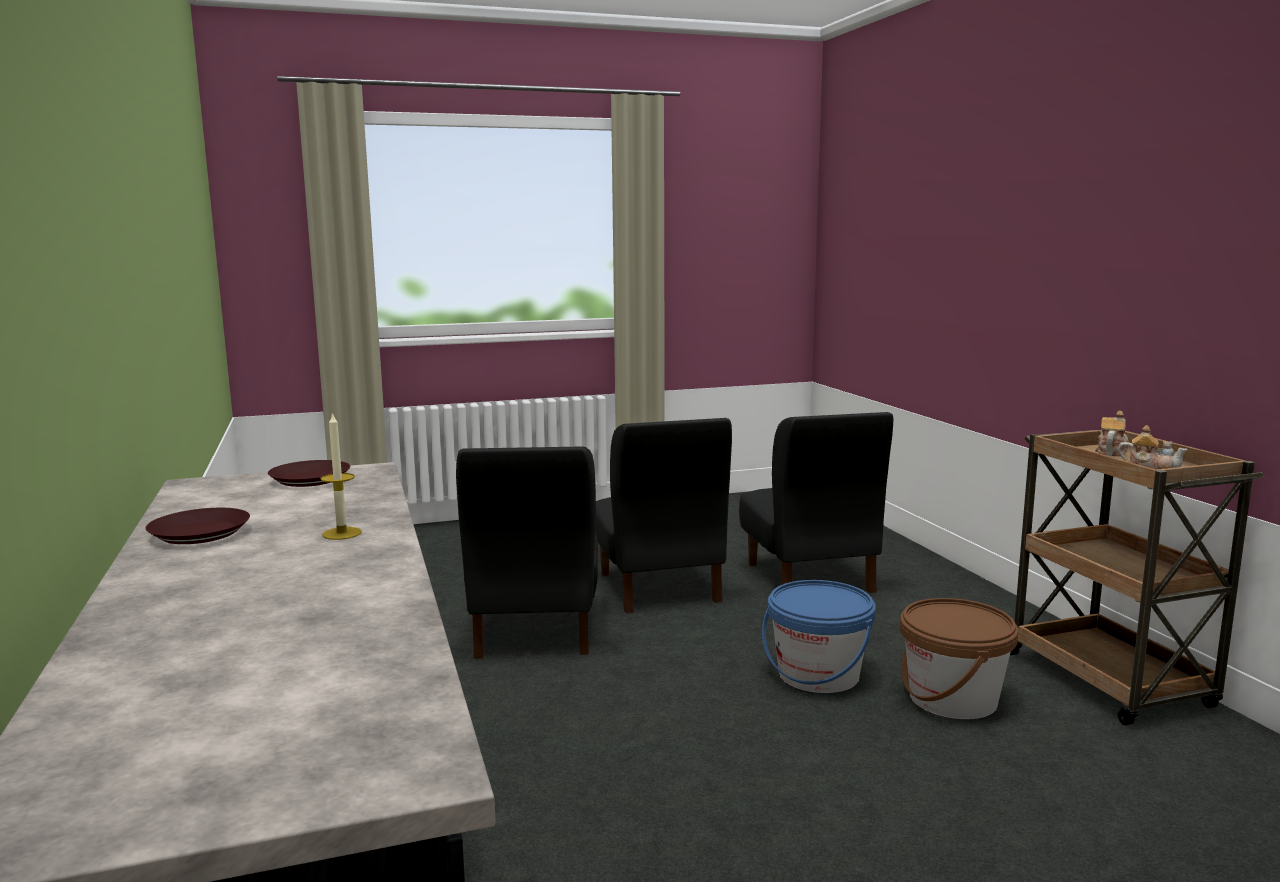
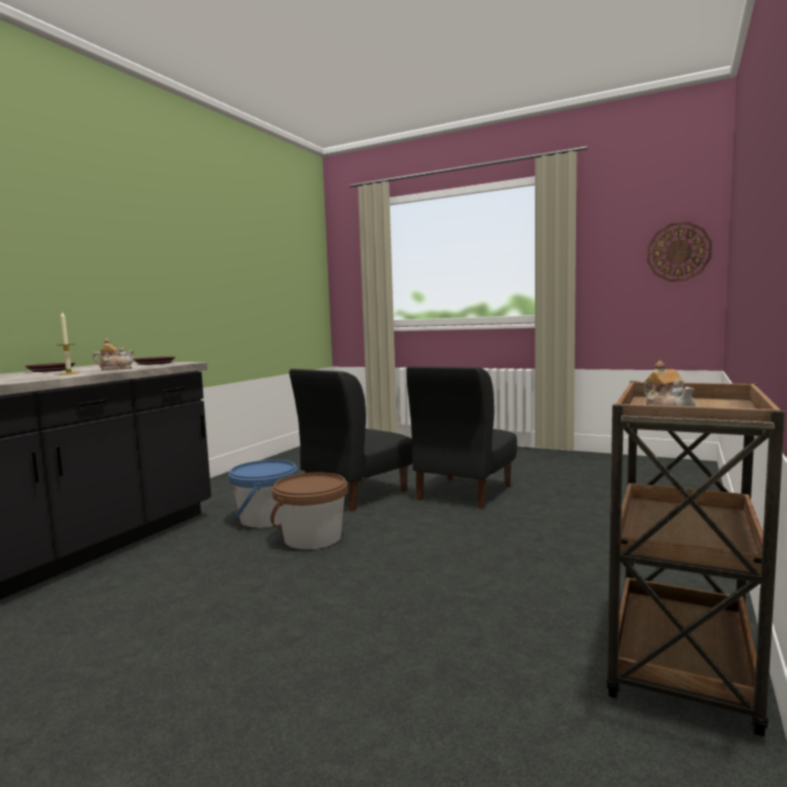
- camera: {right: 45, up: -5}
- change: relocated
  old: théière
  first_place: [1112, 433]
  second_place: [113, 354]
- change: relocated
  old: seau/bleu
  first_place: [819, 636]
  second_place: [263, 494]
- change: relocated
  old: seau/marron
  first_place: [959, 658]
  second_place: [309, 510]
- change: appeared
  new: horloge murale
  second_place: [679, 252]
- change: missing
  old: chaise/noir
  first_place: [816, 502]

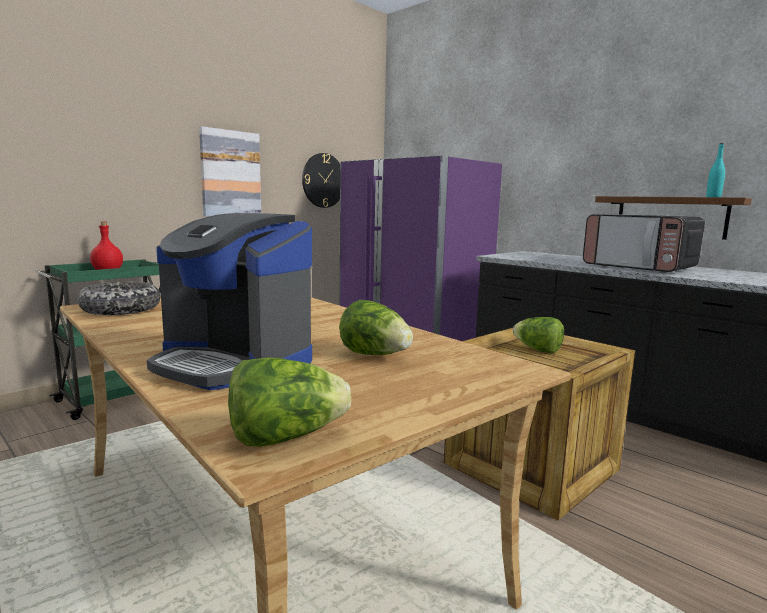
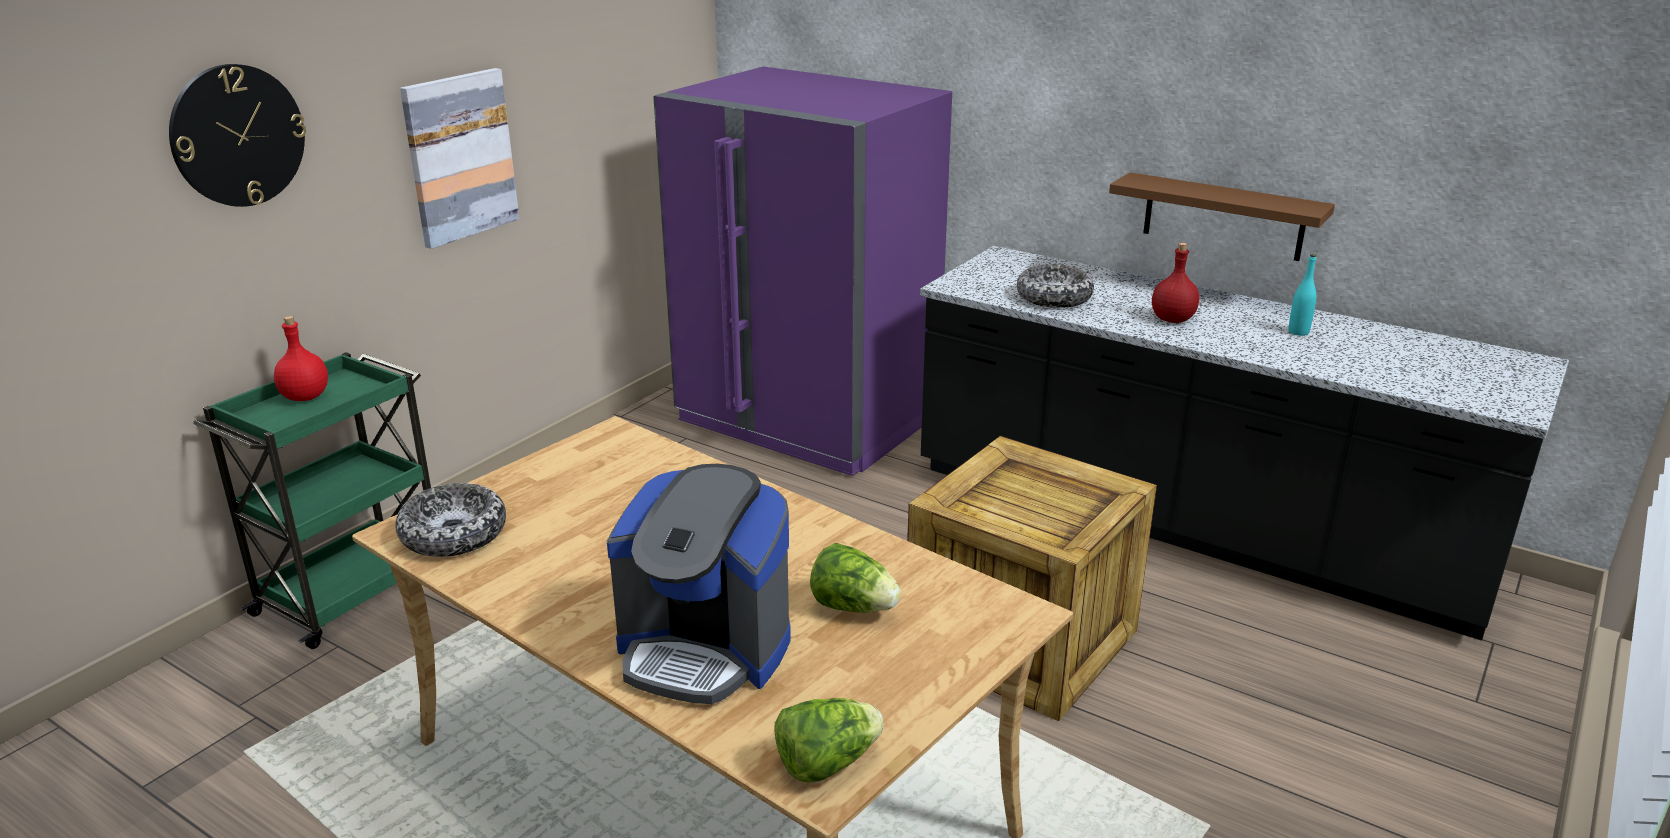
- camera: {right: -10, up: 15}
- change: relocated
  old: horloge murale
  first_place: [321, 180]
  second_place: [237, 135]
- change: appeared
  new: bol
  second_place: [1055, 286]
- change: exchanged
  old: micro-ondes
  new: bouteille/rouge
  first_place: [644, 243]
  second_place: [1175, 283]
- change: relocated
  old: bouteille/turquoise
  first_place: [715, 170]
  second_place: [1302, 295]
- change: missing
  old: laitue
  first_place: [538, 335]

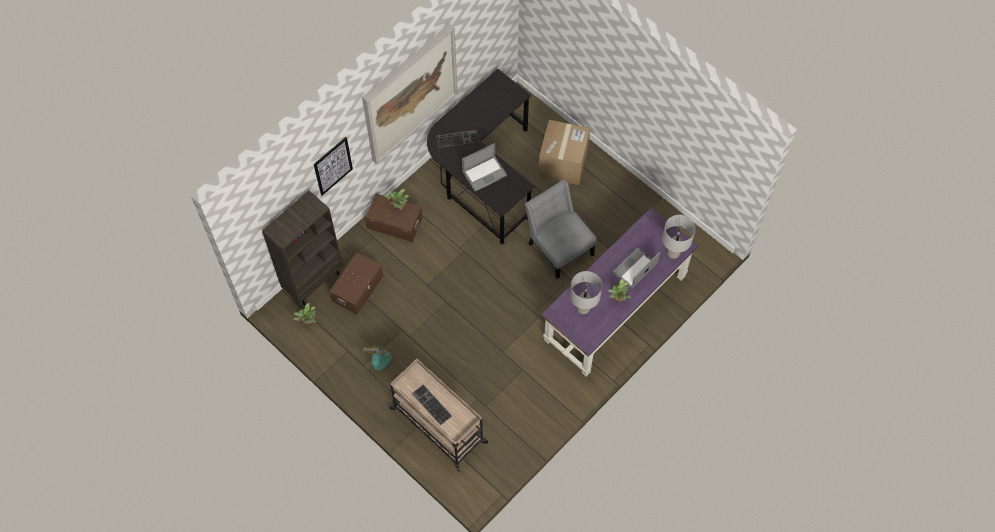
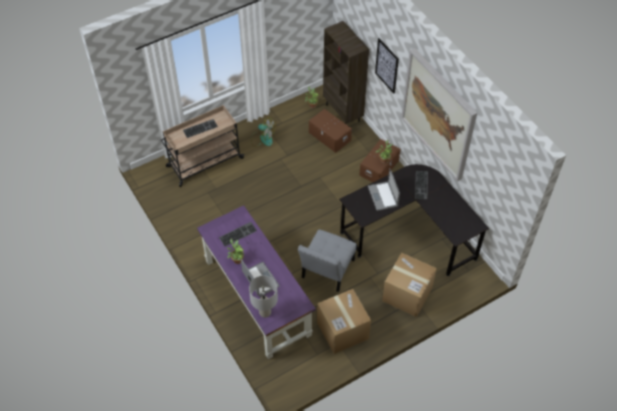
- camera: {right: 105, up: -10}
- change: exchanged
  old: lampe de table/gris
  new: clavier
  first_place: [586, 292]
  second_place: [238, 234]
- change: spun
  old: chaise/gris
  first_place: [561, 229]
  second_place: [327, 260]
  degrees: 135
- change: appeared
  new: carton
  second_place: [344, 321]

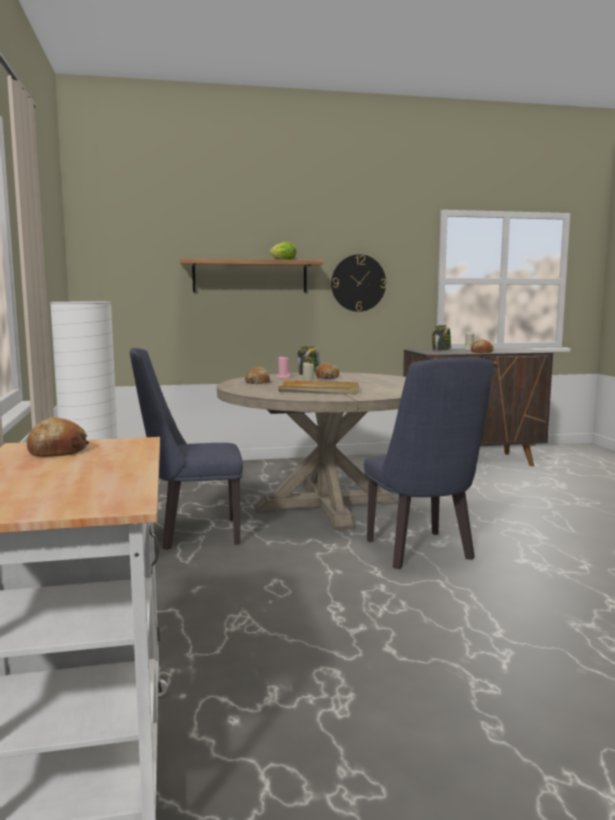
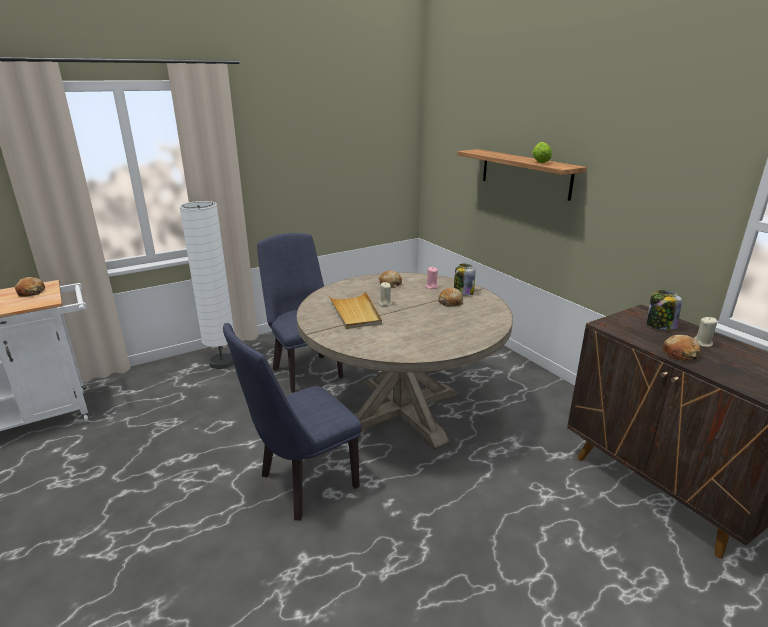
- camera: {right: 70, up: 15}
- change: missing
  old: horloge murale
  first_place: [358, 283]

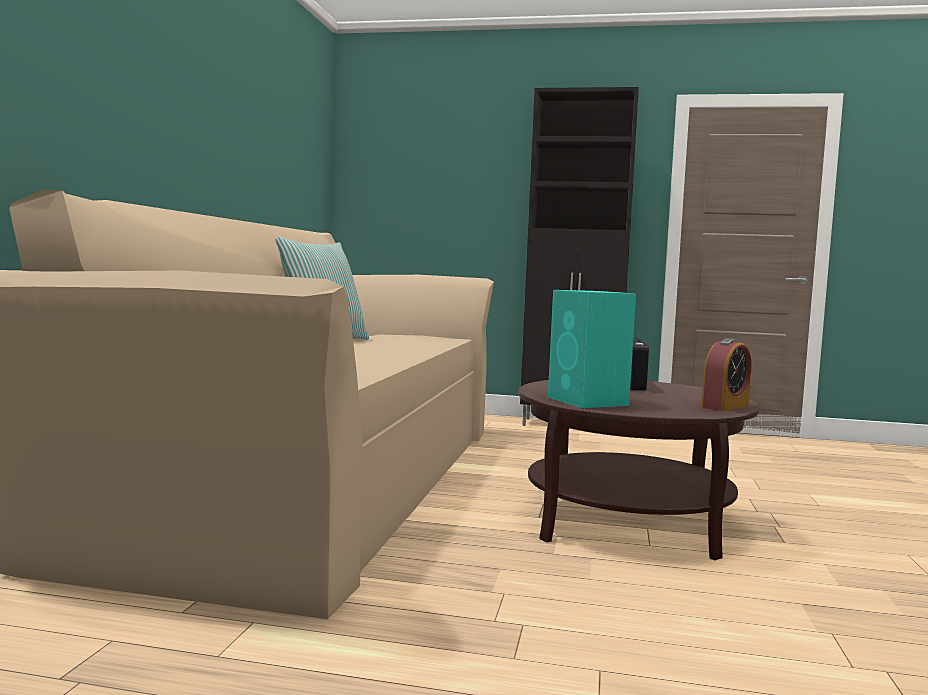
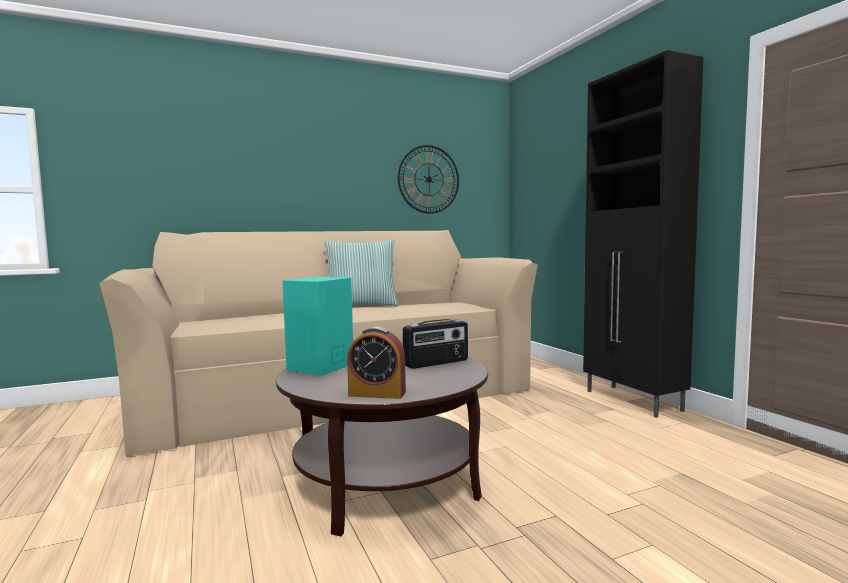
- camera: {right: 55, up: 0}
- change: appeared
  new: horloge murale
  second_place: [428, 179]

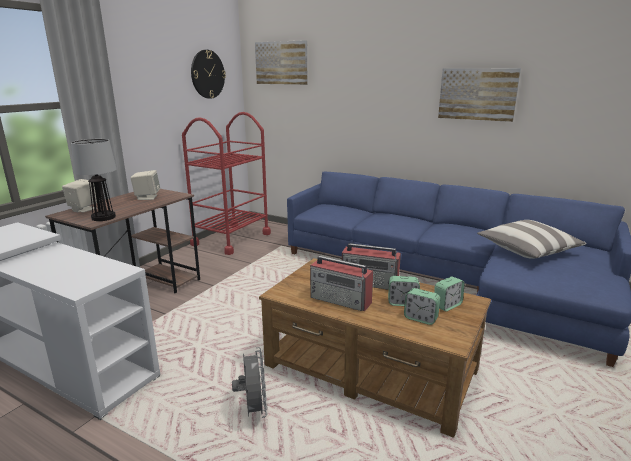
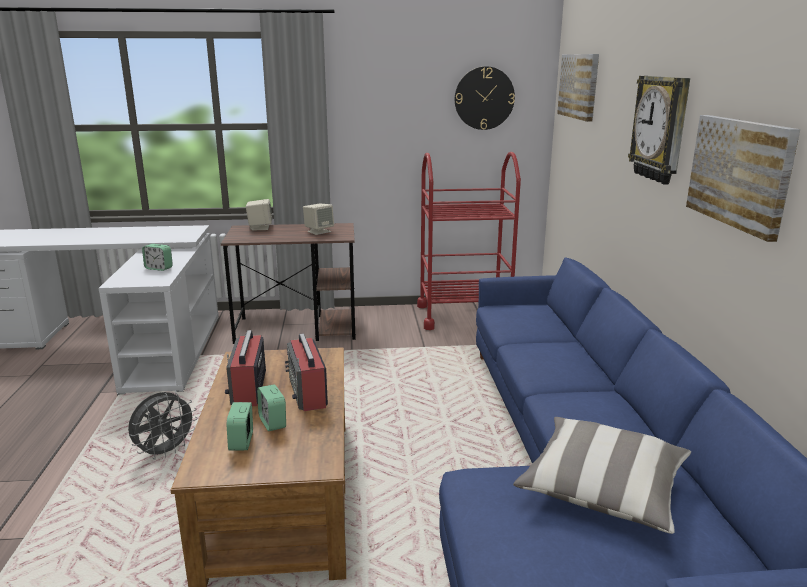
- camera: {right: 55, up: 0}
- change: relocated
  old: réveil
  first_place: [449, 293]
  second_place: [157, 257]
- change: appeared
  new: horloge murale
  second_place: [659, 130]
- change: missing
  old: lampe de table
  first_place: [94, 180]

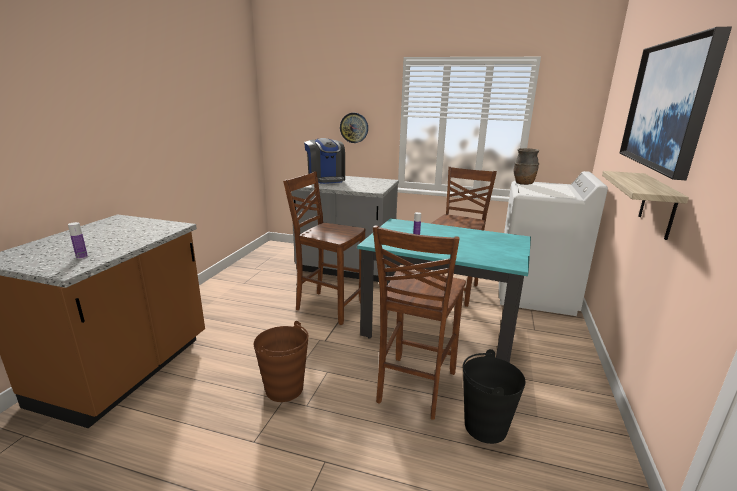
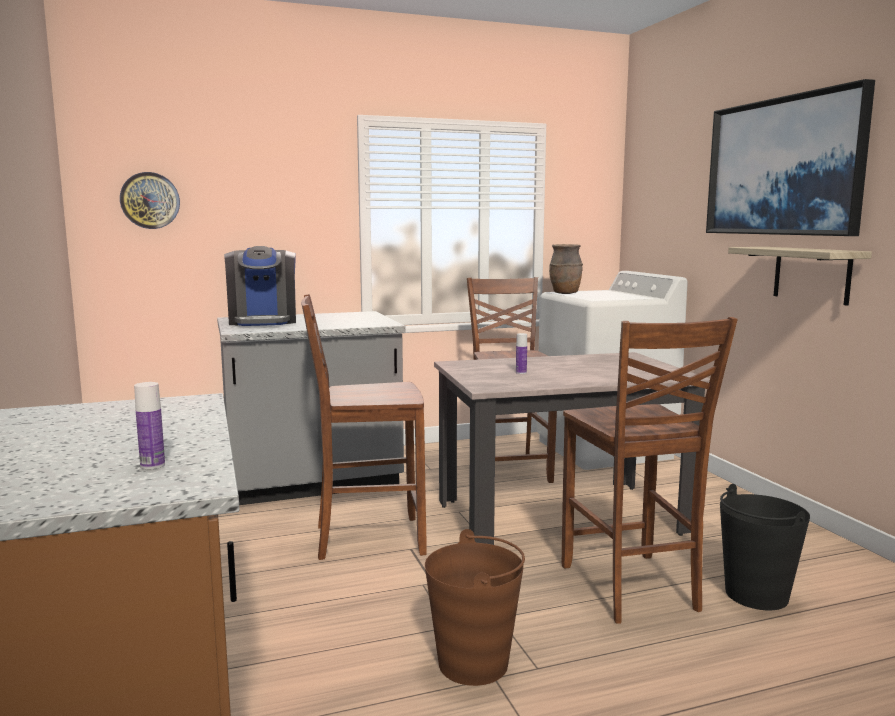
- camera: {right: -35, up: -10}
- change: relocated
  old: horloge murale
  first_place: [354, 128]
  second_place: [150, 200]
- change: spun
  old: machine à café
  first_place: [324, 161]
  second_place: [260, 286]
  degrees: 45
- change: colour
  old: table à manger/turquoise
  new: table à manger/beige
  first_place: [444, 290]
  second_place: [572, 448]

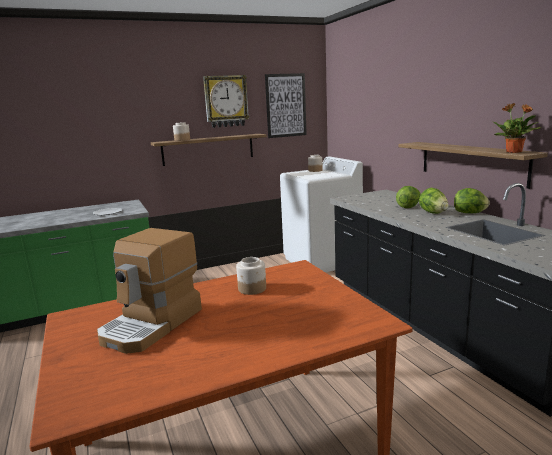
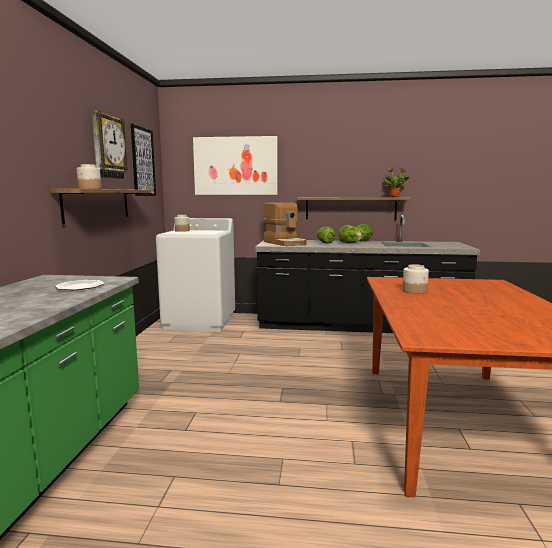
- camera: {right: -60, up: -5}
- change: appeared
  new: tableau
  second_place: [235, 165]
- change: relocated
  old: machine à café
  first_place: [149, 291]
  second_place: [285, 224]

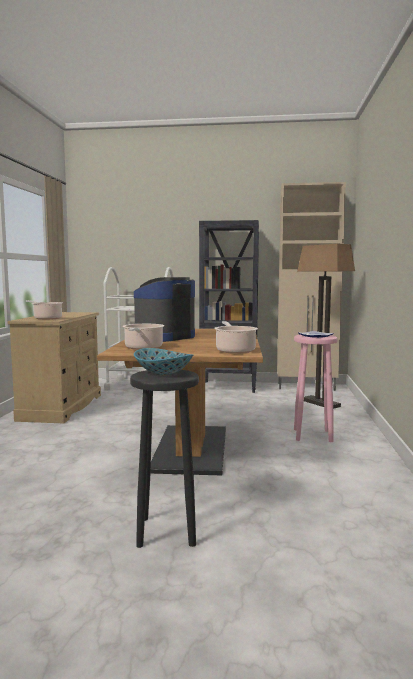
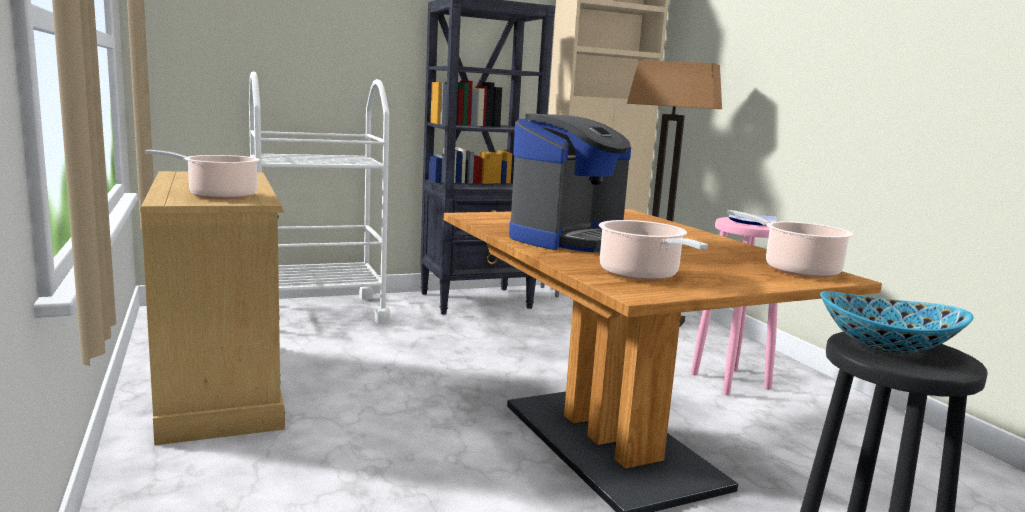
- camera: {right: -30, up: 5}
- change: spun
  old: machine à café
  first_place: [164, 309]
  second_place: [570, 183]
  degrees: -150

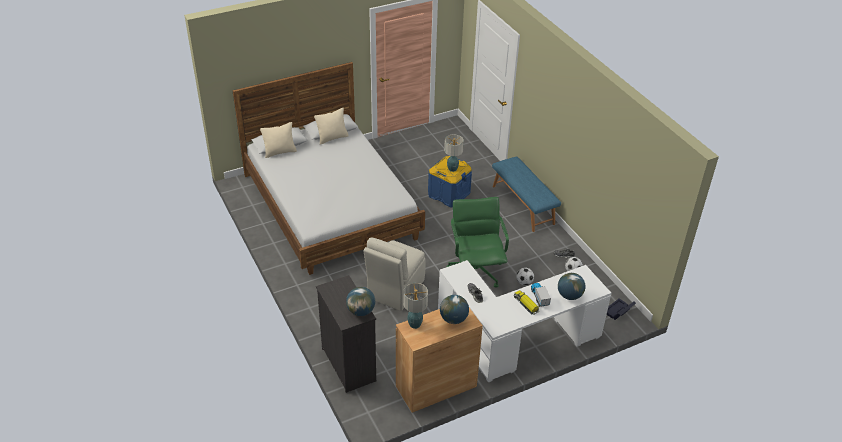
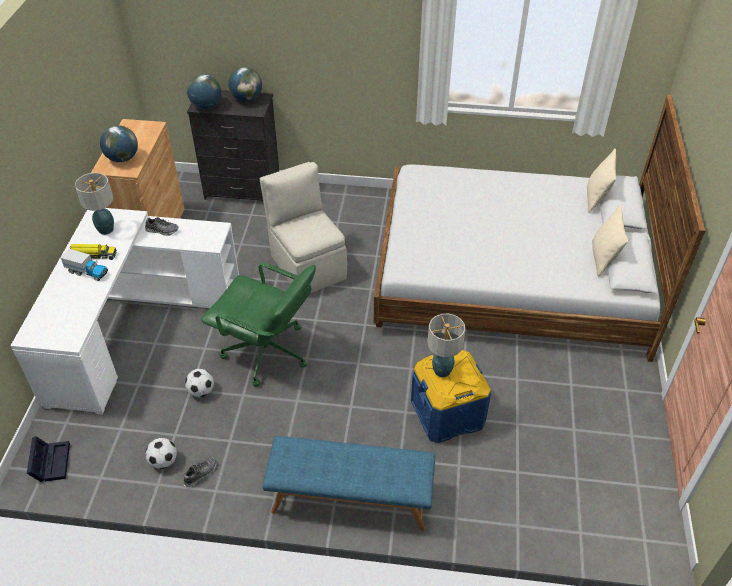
- camera: {right: 125, up: 5}
- change: relocated
  old: lampe de table
  first_place: [415, 306]
  second_place: [94, 204]
- change: relocated
  old: globe
  first_place: [571, 286]
  second_place: [245, 84]

